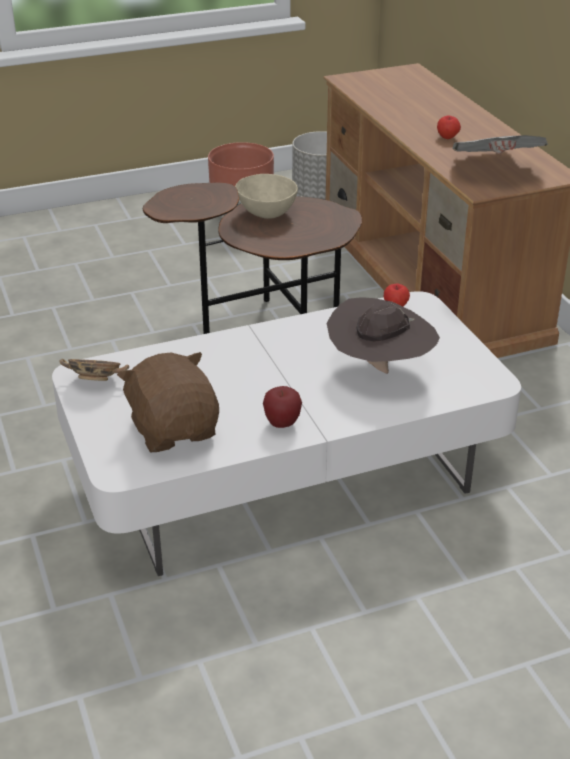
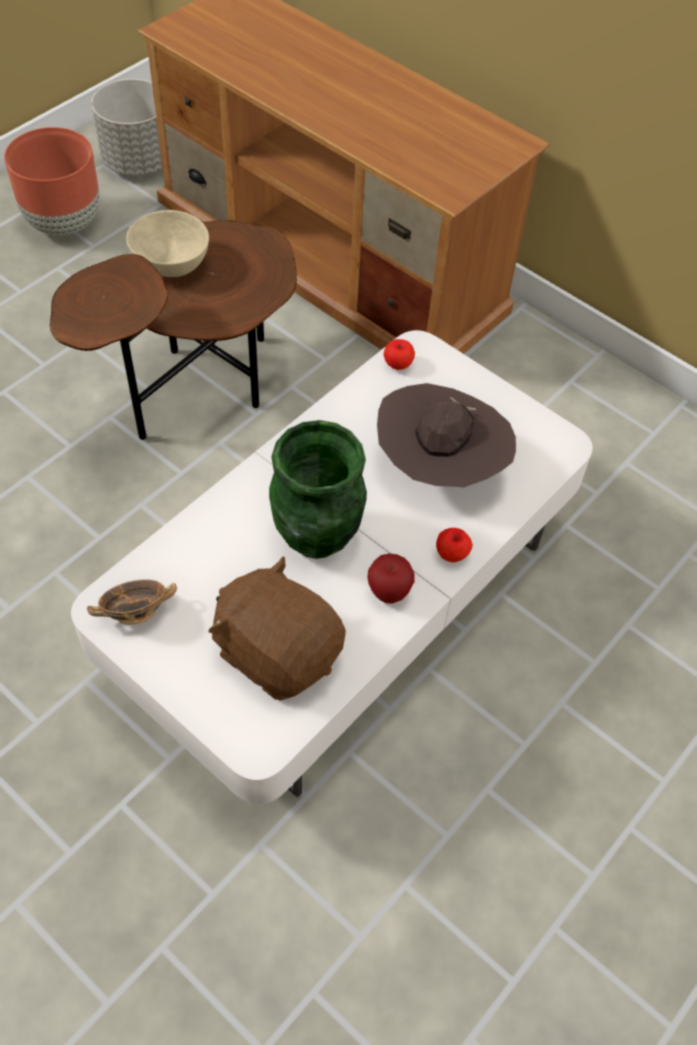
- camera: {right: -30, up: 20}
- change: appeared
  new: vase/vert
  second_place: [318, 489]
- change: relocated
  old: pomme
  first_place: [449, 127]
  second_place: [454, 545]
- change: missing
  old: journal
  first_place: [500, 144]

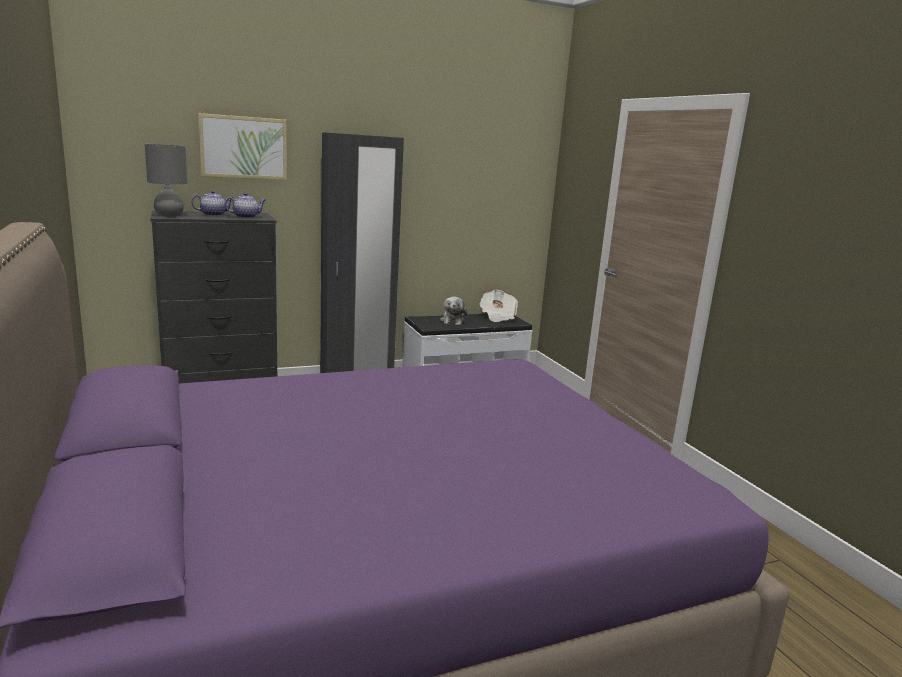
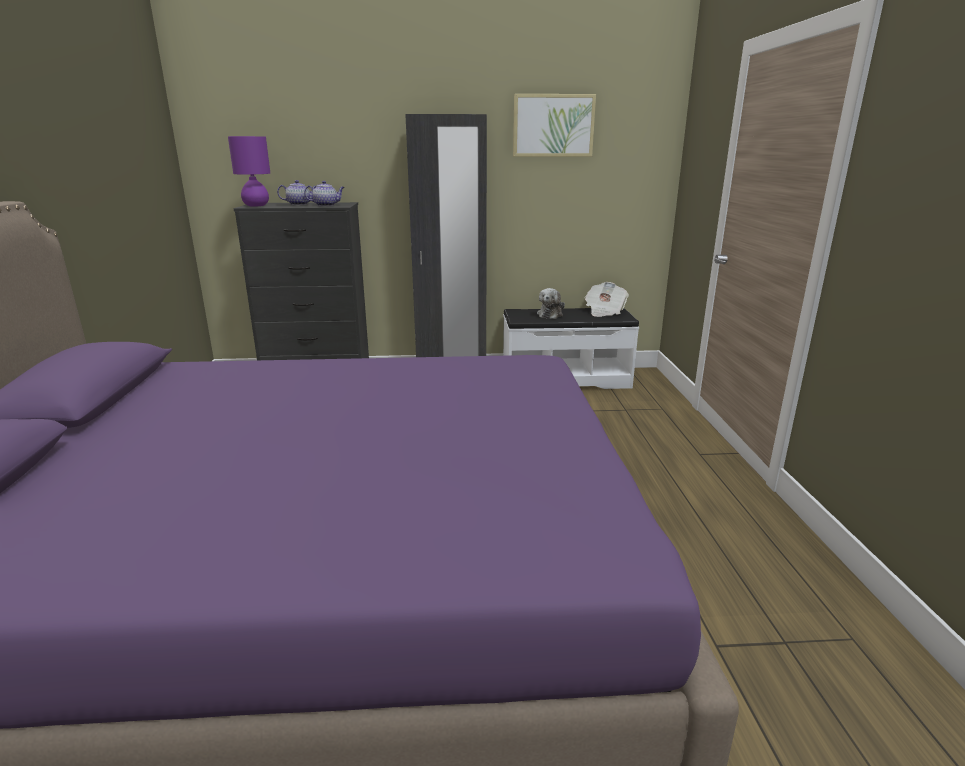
- camera: {right: 20, up: 5}
- change: colour
  old: lampe de table/gris
  new: lampe de table/violet
  first_place: [166, 180]
  second_place: [249, 171]
- change: relocated
  old: tableau
  first_place: [242, 146]
  second_place: [554, 125]

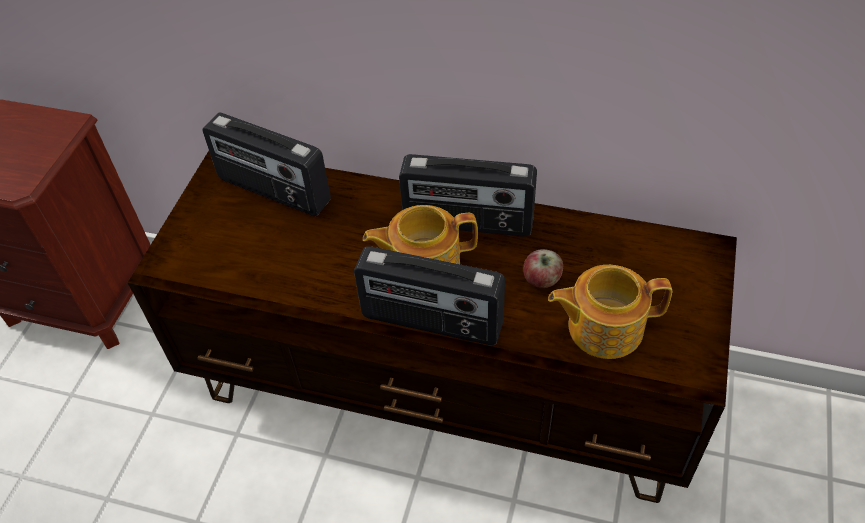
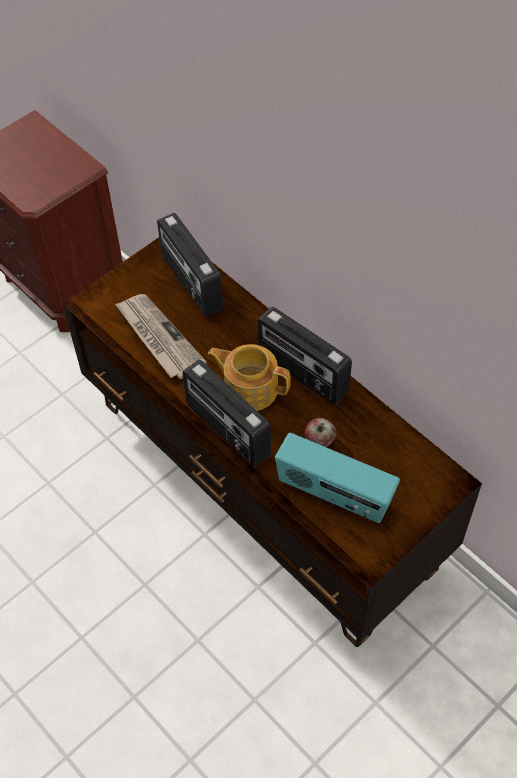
- camera: {right: 30, up: 5}
- change: appeared
  new: journal
  second_place: [161, 336]
- change: exchanged
  old: théière
  new: radio
  first_place: [610, 312]
  second_place: [337, 478]

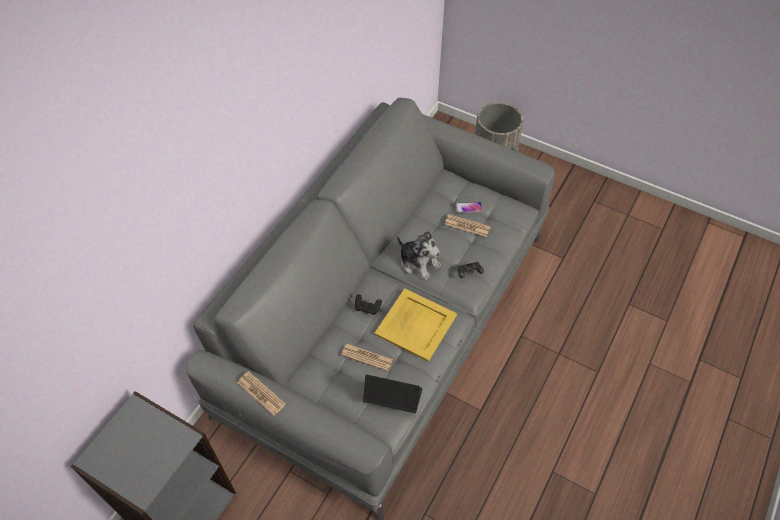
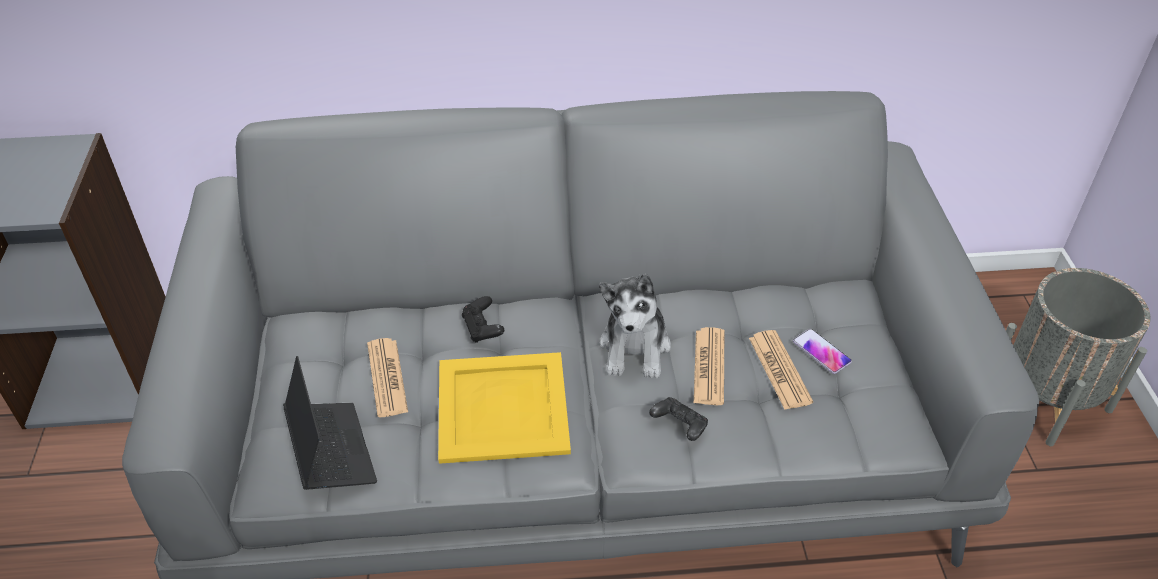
- camera: {right: 55, up: -10}
- change: relocated
  old: journal
  first_place: [261, 393]
  second_place: [709, 366]

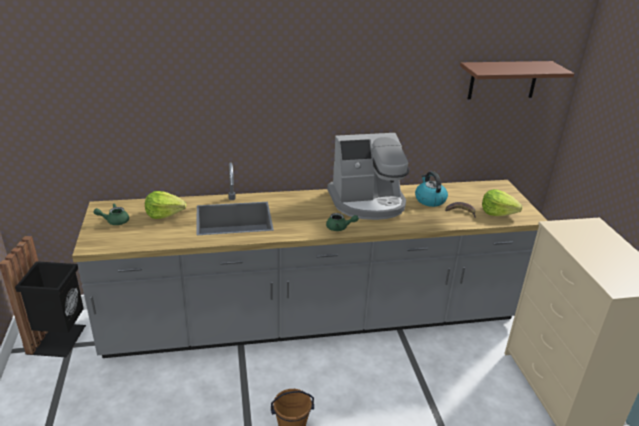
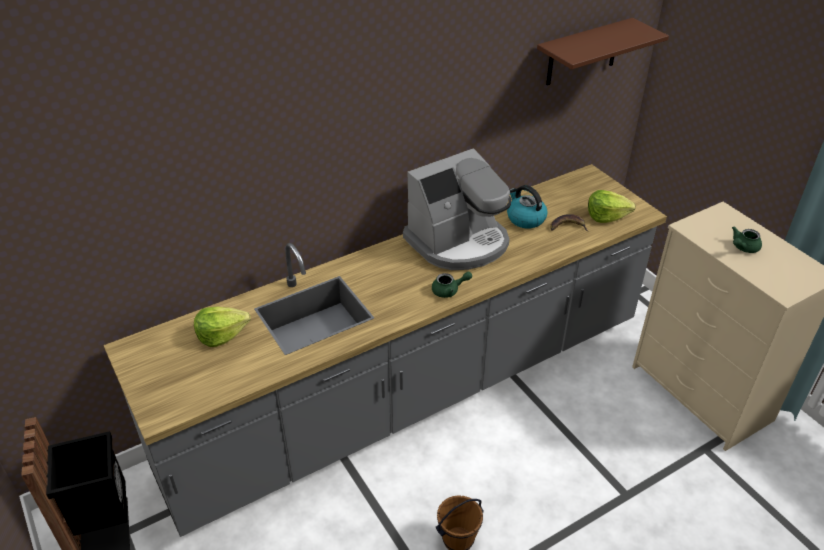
- camera: {right: -20, up: 10}
- change: relocated
  old: théière/vert
  first_place: [111, 214]
  second_place: [747, 240]

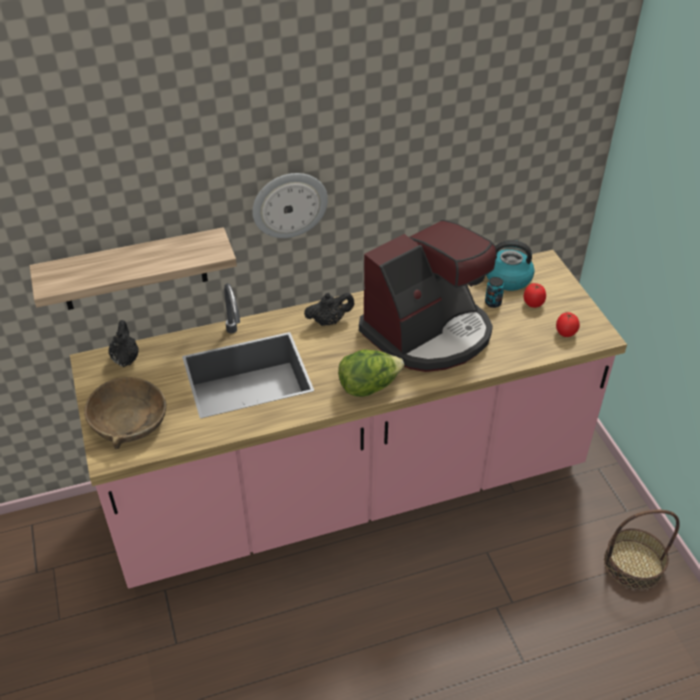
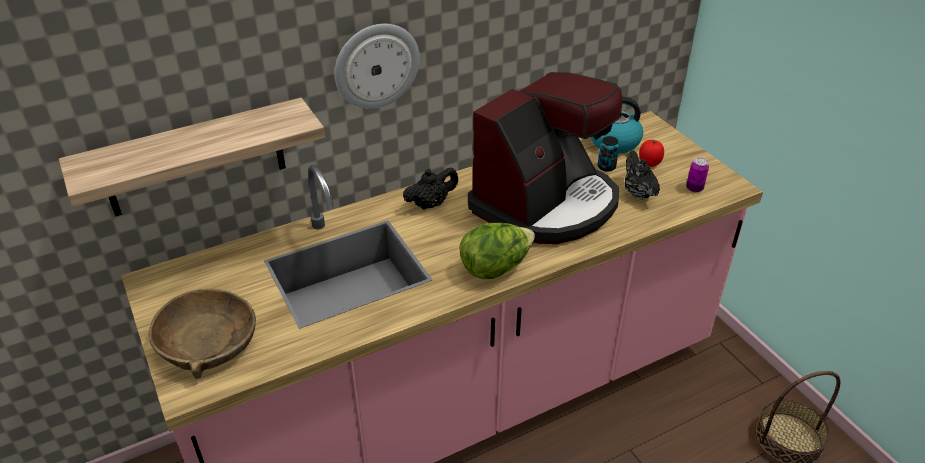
- camera: {right: -10, up: -5}
- change: relocated
  old: théière/noir
  first_place: [124, 343]
  second_place: [642, 175]
- change: exchanged
  old: tomate
  new: boîte métallique
  first_place: [568, 324]
  second_place: [697, 175]

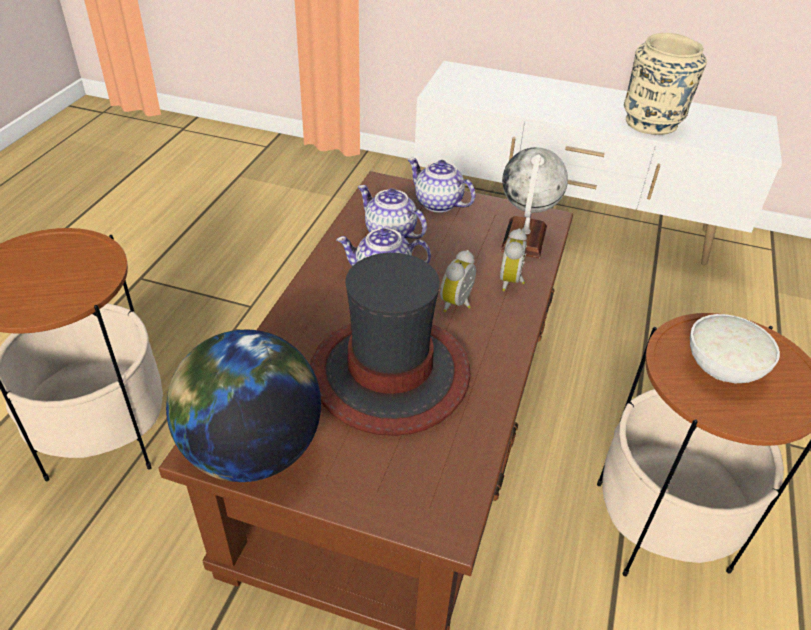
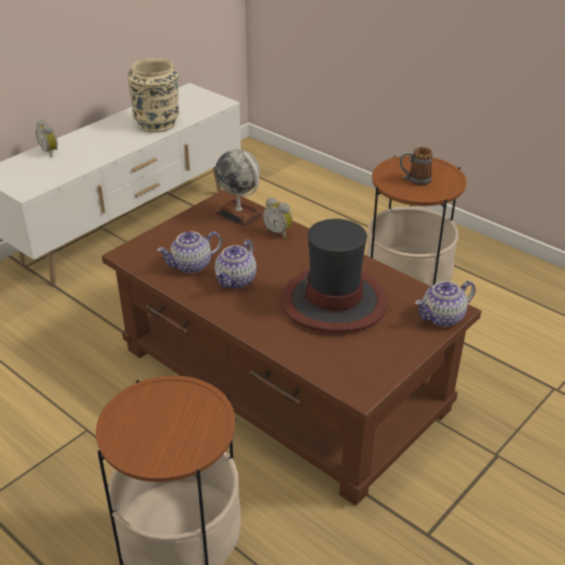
- camera: {right: -65, up: -5}
- change: relocated
  old: réveil
  first_place: [458, 281]
  second_place: [47, 138]
- change: exchanged
  old: bol/blanc
  new: mug
  first_place: [735, 348]
  second_place: [416, 166]
- change: relocated
  old: théière
  first_place: [441, 185]
  second_place: [445, 304]
- change: missing
  old: globe
  first_place: [243, 406]

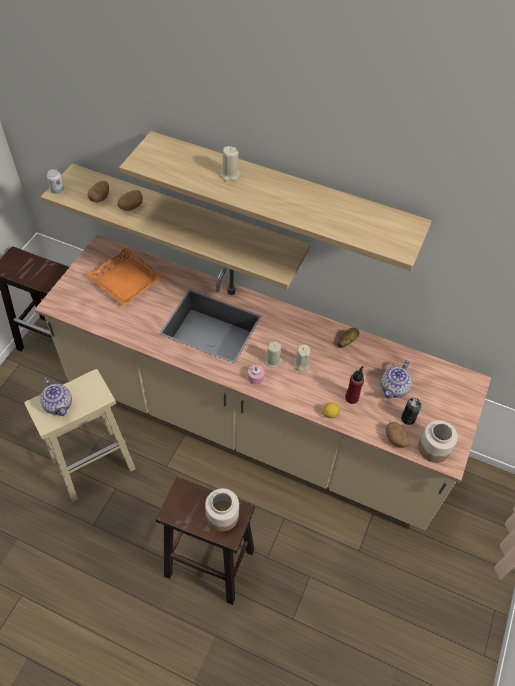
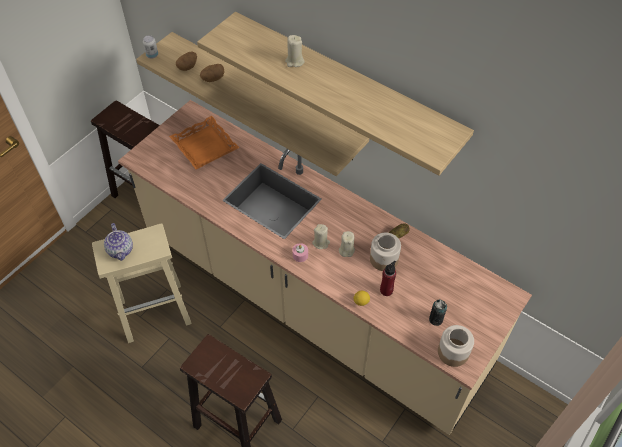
- camera: {right: 15, up: 0}
- change: relocated
  old: bocal
  first_place: [222, 510]
  second_place: [385, 251]
- change: missing
  old: théière
  first_place: [396, 379]
- change: missing
  old: pomme de terre
  first_place: [397, 435]

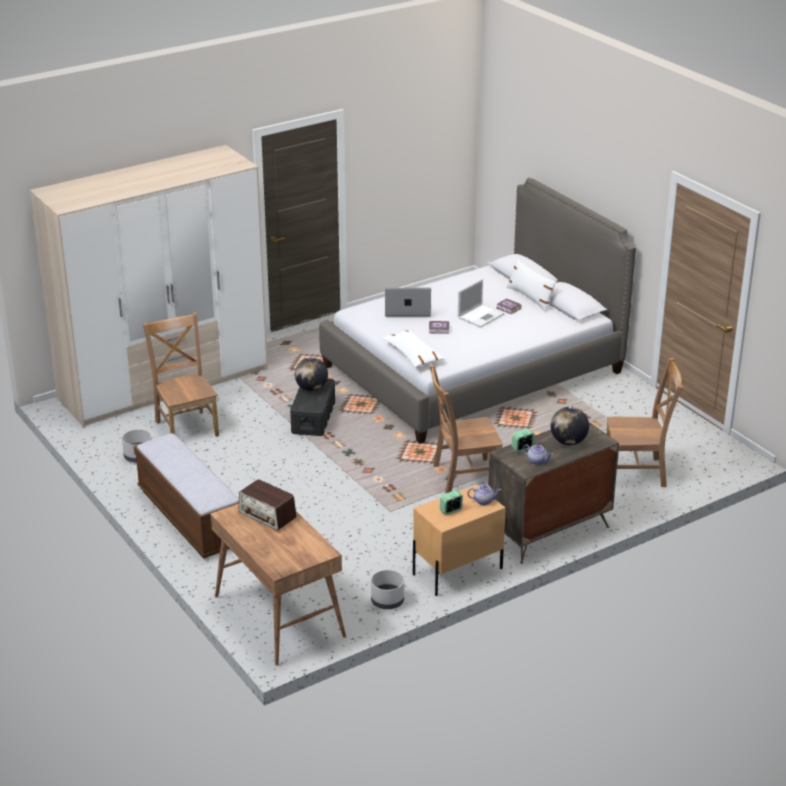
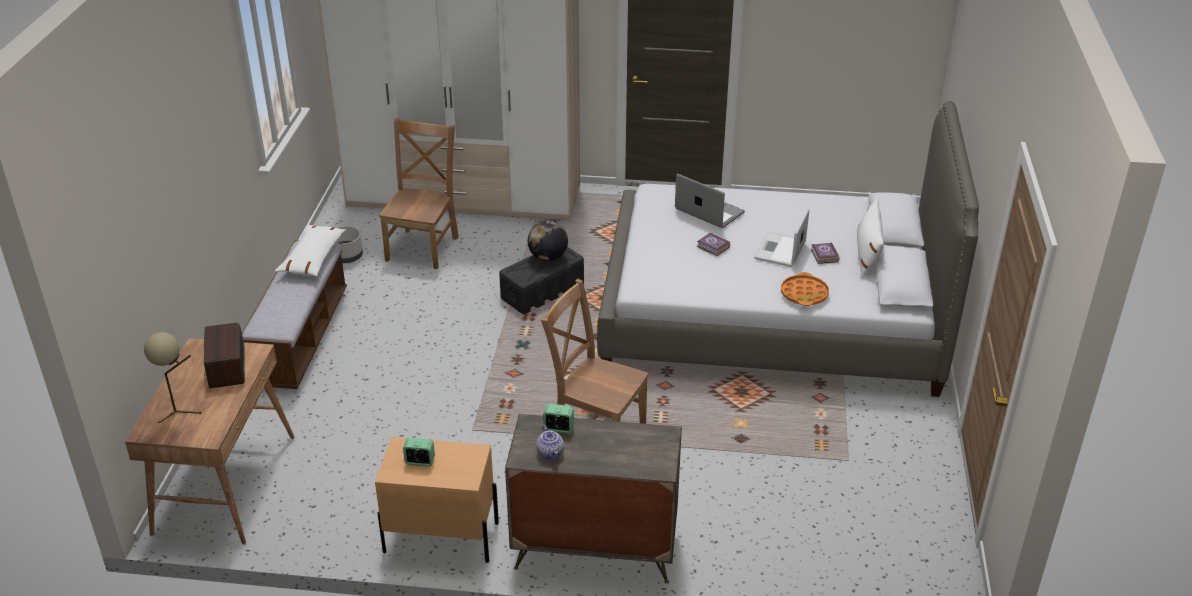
- camera: {right: 40, up: 5}
- change: appeared
  new: lampe de table/beige
  second_place: [173, 377]
- change: relocated
  old: coussin/blanc
  first_place: [413, 348]
  second_place: [310, 250]
- change: spun
  old: ordinateur portable
  first_place: [481, 303]
  second_place: [782, 237]
  degrees: 120
- change: appeared
  new: plateau/orange
  second_place: [805, 289]
- change: missing
  old: cache-pot/gris
  first_place: [387, 589]
- change: missing
  old: théière
  first_place: [484, 495]
- change: missing
  old: globe
  first_place: [569, 426]
- change: missing
  old: chaise/marron
  first_place: [644, 422]

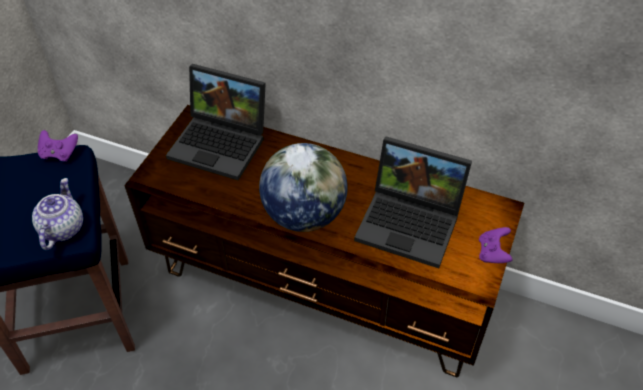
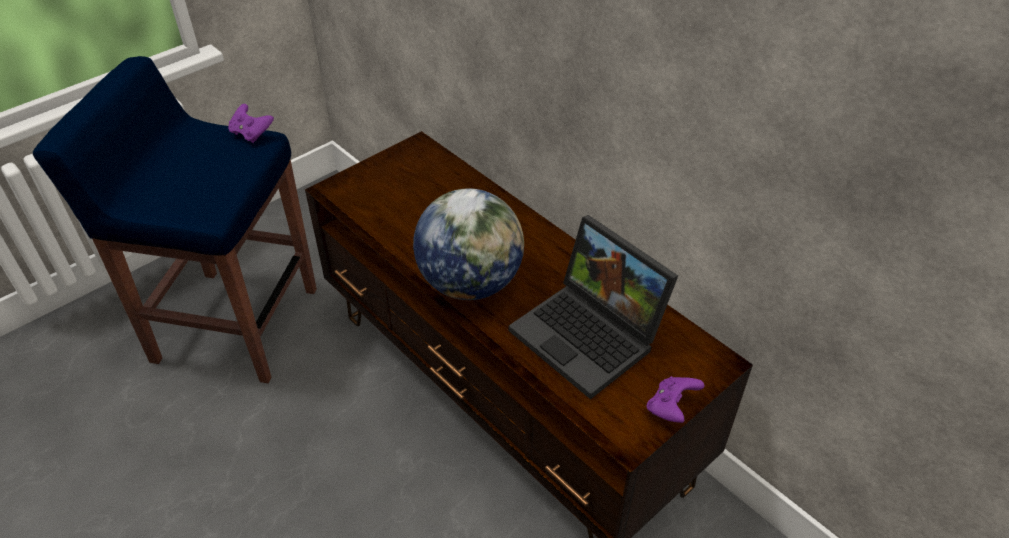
- camera: {right: 25, up: -5}
- change: missing
  old: théière
  first_place: [57, 214]
- change: missing
  old: ordinateur portable
  first_place: [216, 122]

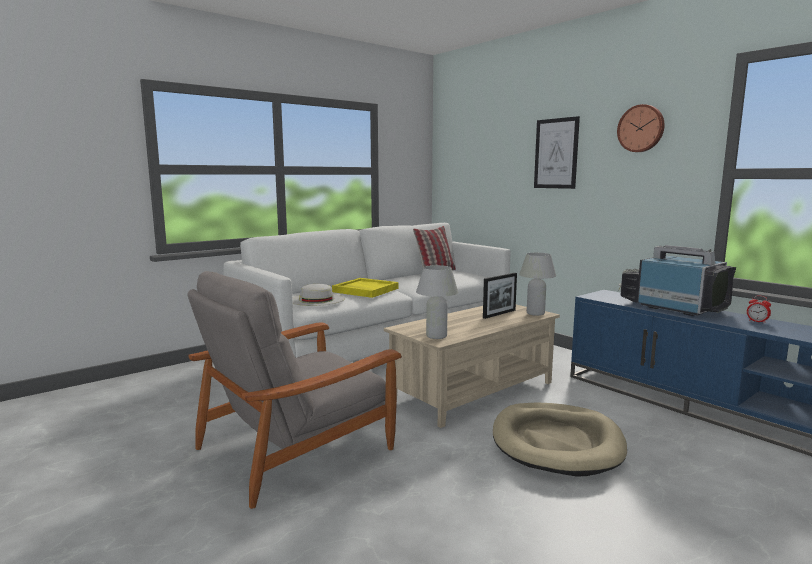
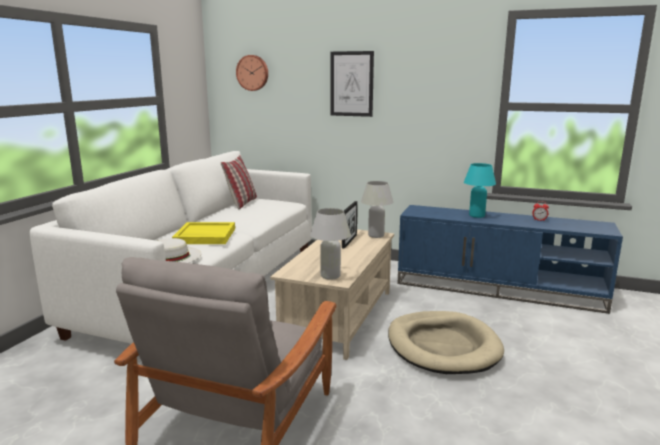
- camera: {right: -30, up: 5}
- change: relocated
  old: horloge murale
  first_place: [641, 128]
  second_place: [252, 73]
- change: exchanged
  old: téléviseur
  new: lampe de table/turquoise
  first_place: [677, 280]
  second_place: [480, 190]

